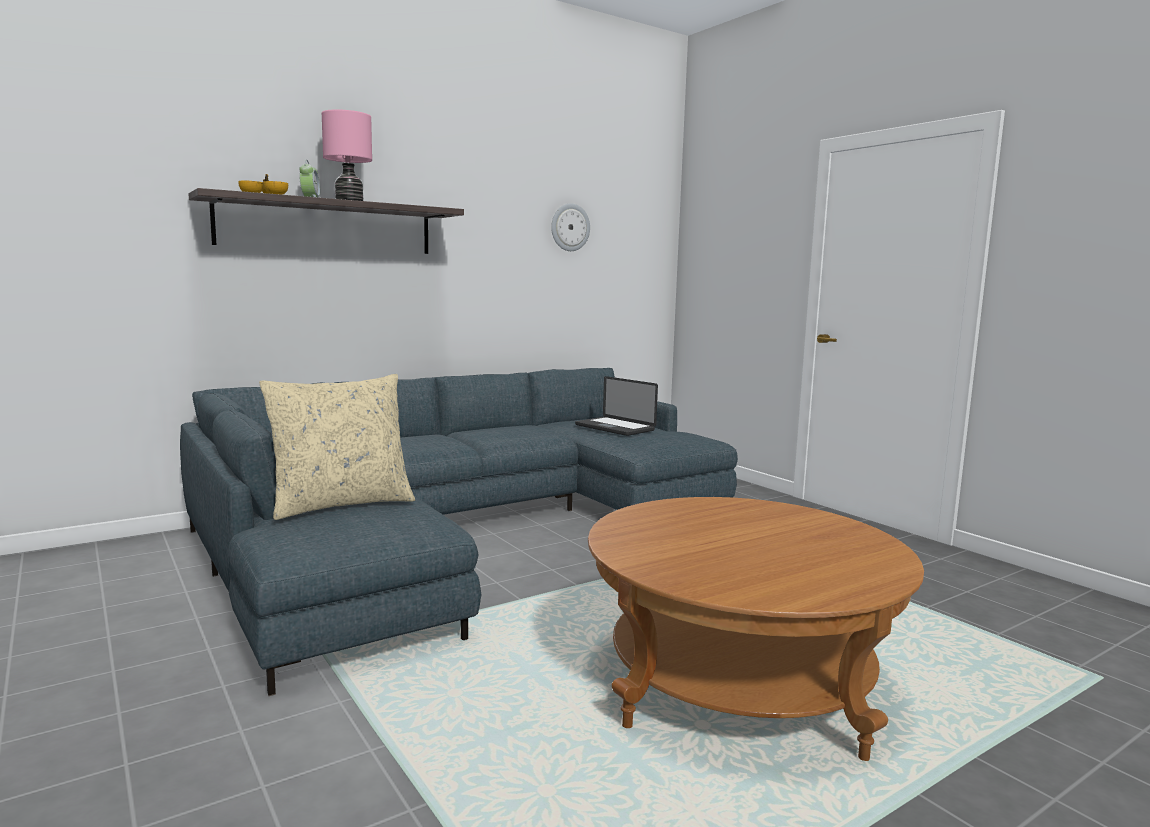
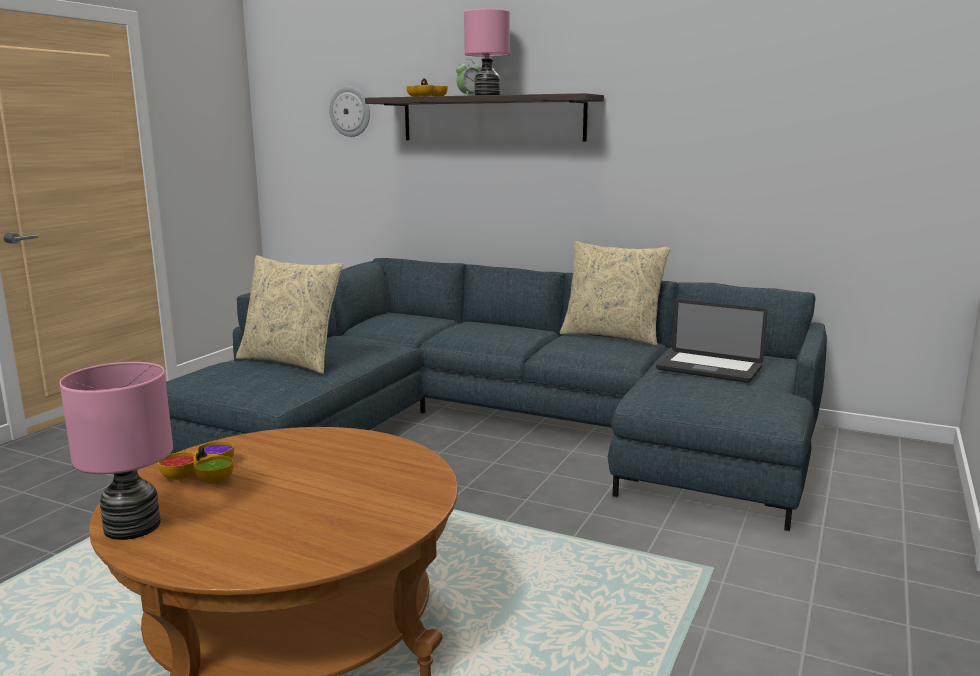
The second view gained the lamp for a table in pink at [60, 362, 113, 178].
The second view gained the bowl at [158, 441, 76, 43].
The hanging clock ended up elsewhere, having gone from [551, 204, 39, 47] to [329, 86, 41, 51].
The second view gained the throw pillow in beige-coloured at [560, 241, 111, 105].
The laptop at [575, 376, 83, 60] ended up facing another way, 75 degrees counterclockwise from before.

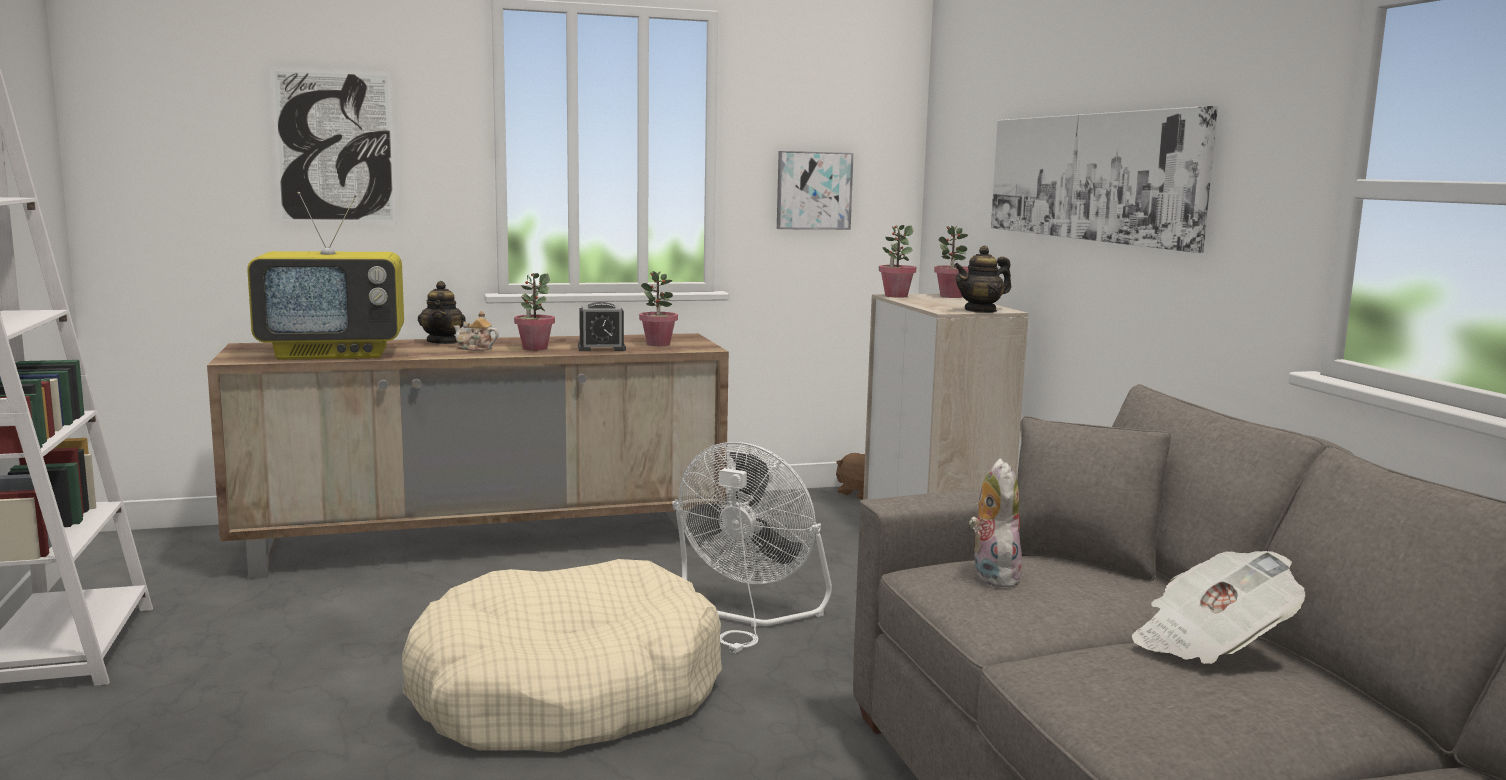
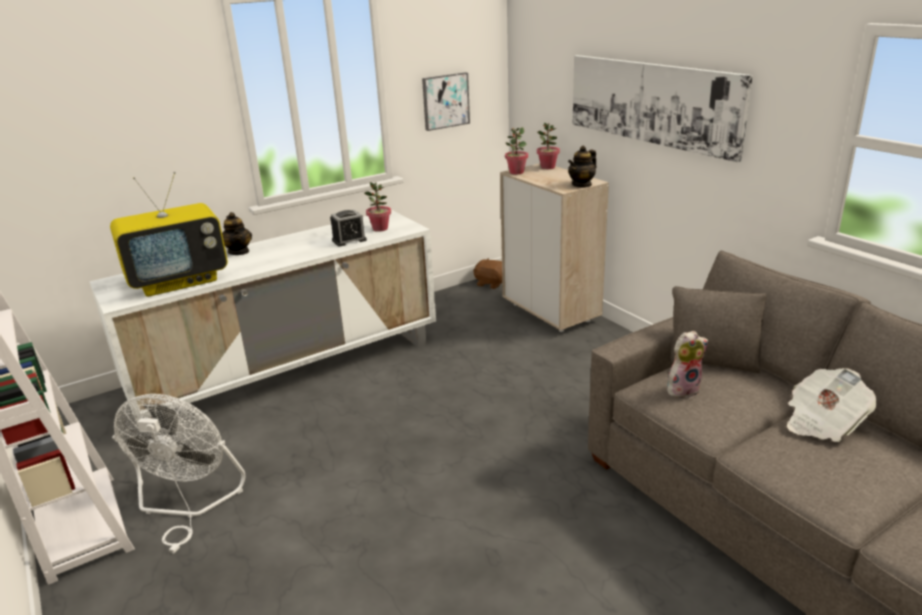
What was the tv stand in brown-coloured at [207, 333, 522, 246] turned into the tv stand in white at [89, 210, 347, 225].
The fan in white ended up elsewhere, having gone from [672, 442, 160, 211] to [112, 394, 133, 160].
The plush toy at [969, 459, 53, 129] ended up facing another way, 90 degrees clockwise from before.
The second view lost the picture at [270, 67, 127, 156].
The second view lost the dog bed in beige-coloured at [402, 559, 320, 193].
The second view lost the pot for tea at [454, 311, 45, 40].
The second view lost the houseplant at [514, 273, 41, 78].

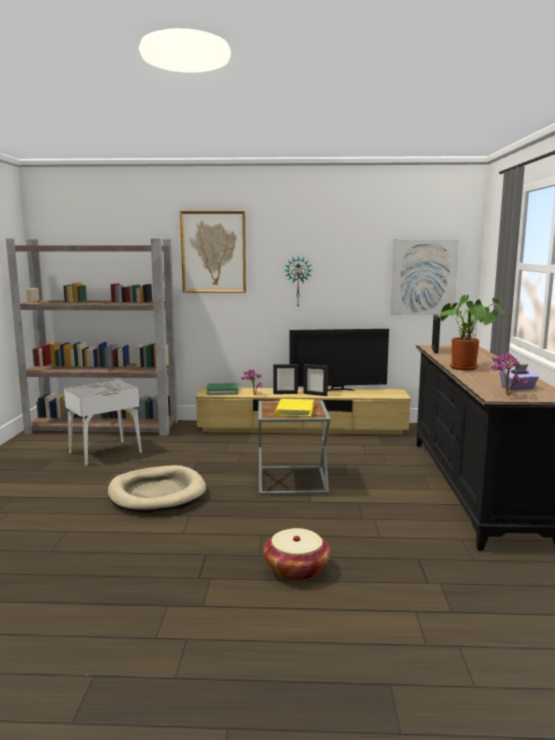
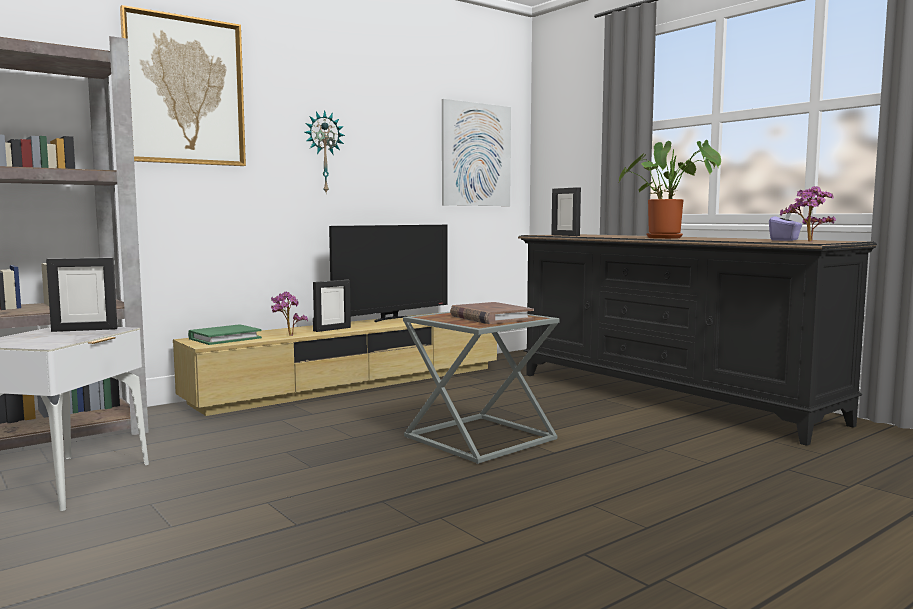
The picture frame ended up elsewhere, having gone from [303, 364, 25, 32] to [46, 257, 71, 75].
What was the bound book in yellowish at [275, 399, 39, 18] turned into the bound book in brown-coloured at [450, 302, 84, 22].
The second view lost the dog bed in beige-coloured at [108, 465, 98, 48].
The second view lost the basket at [264, 528, 66, 53].

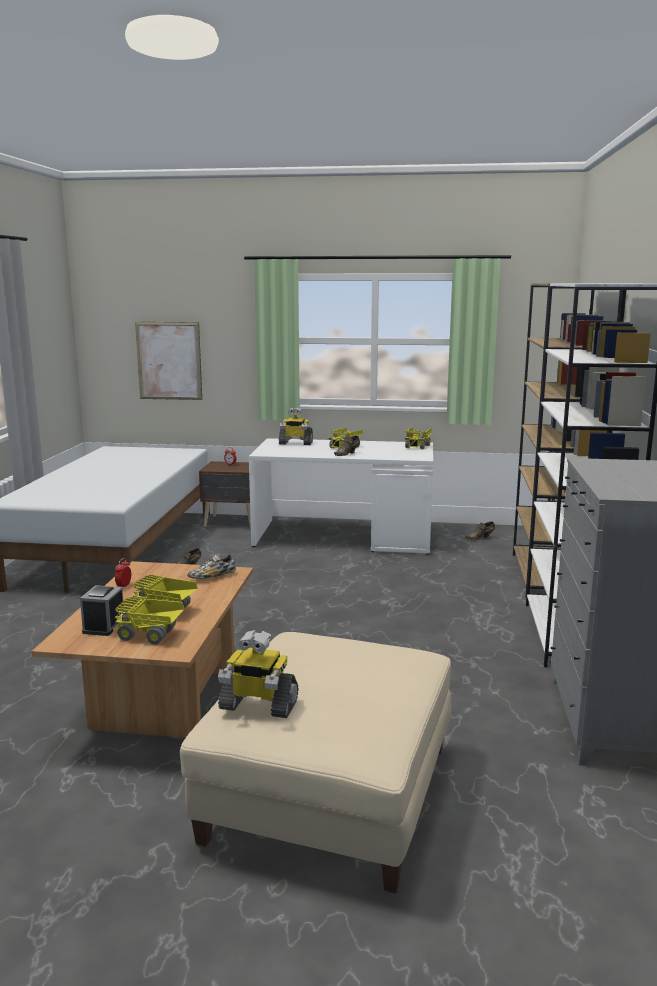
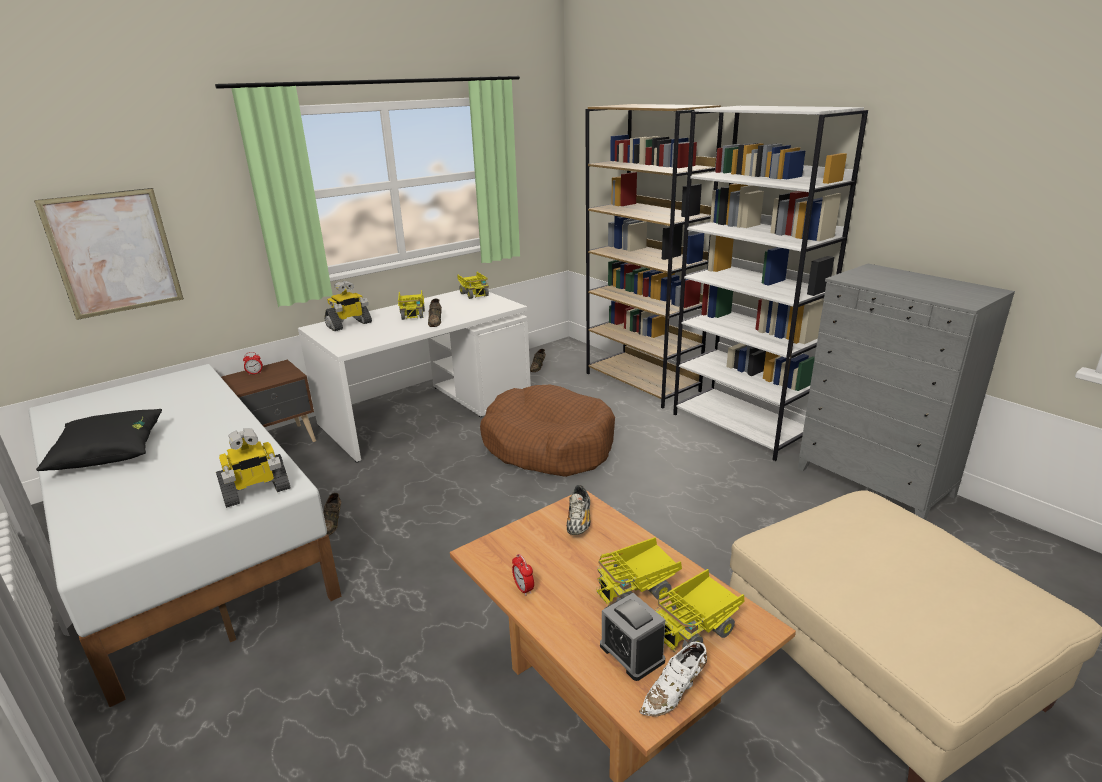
The second view gained the throw pillow in blackish at [36, 409, 126, 62].
The toy robot ended up elsewhere, having gone from [218, 630, 80, 88] to [216, 428, 74, 80].
The second view gained the dog bed in brown-coloured at [480, 385, 135, 92].
The second view gained the item of footwear in white at [639, 641, 68, 76].

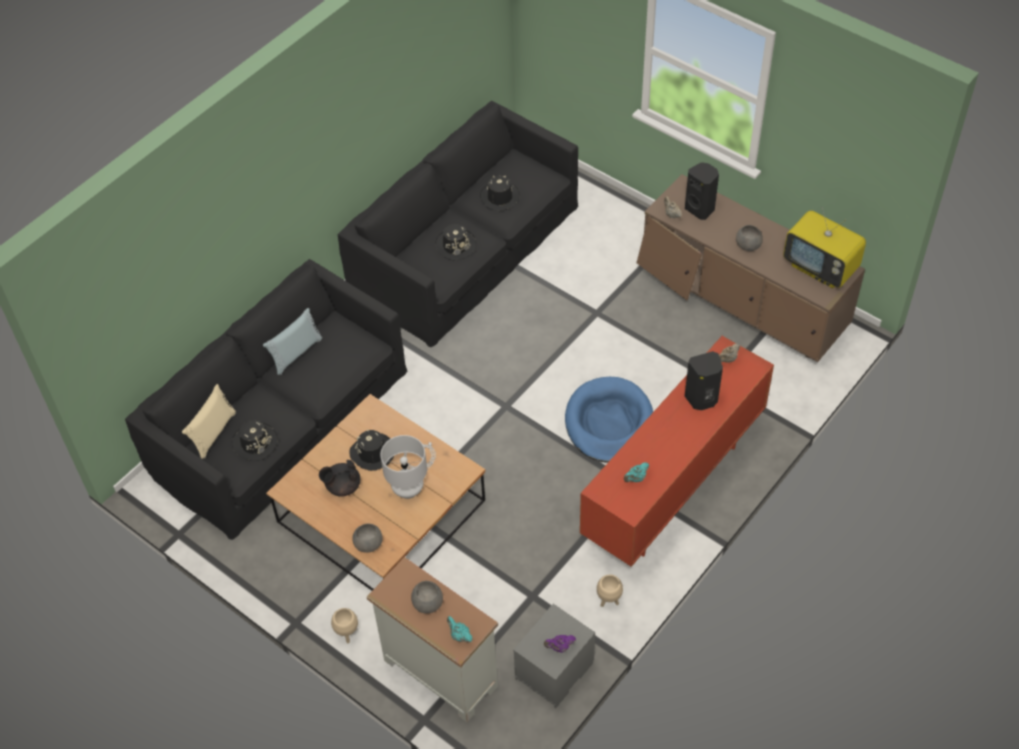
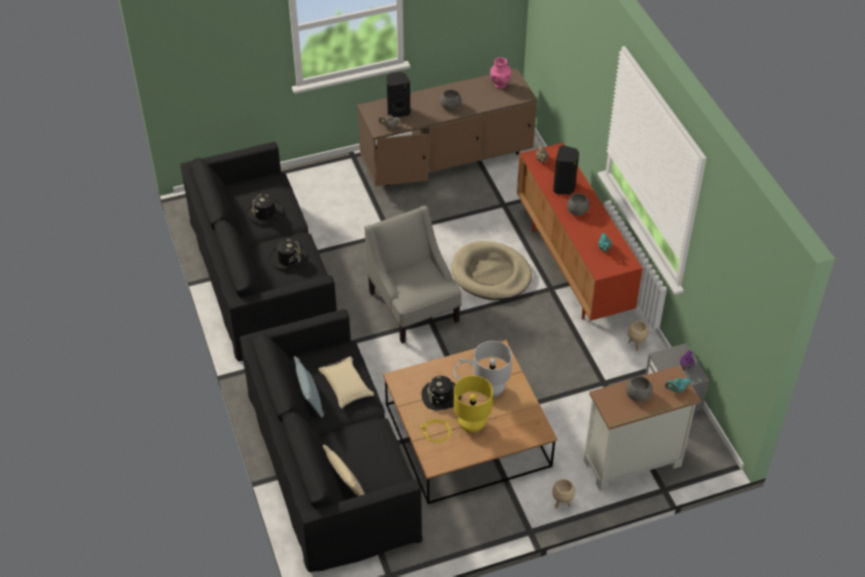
The second view gained the throw pillow in beige-coloured at [318, 356, 56, 52].
The second view gained the armchair in greyish at [365, 206, 97, 137].
Where the pot for tea in blackish stood at [319, 460, 41, 36], the lamp for a table in yellowish came to stand at [420, 376, 73, 67].
What was the dog bed in blue at [565, 377, 88, 86] turned into the dog bed in beige-coloured at [451, 241, 81, 59].
Where the television stood at [783, 207, 83, 81], the decorative vase in pink came to stand at [490, 57, 21, 32].
The bowl in greyish ended up elsewhere, having gone from [352, 524, 31, 29] to [567, 193, 23, 23].
The second view lost the clothing hat in blackish at [232, 420, 46, 41].

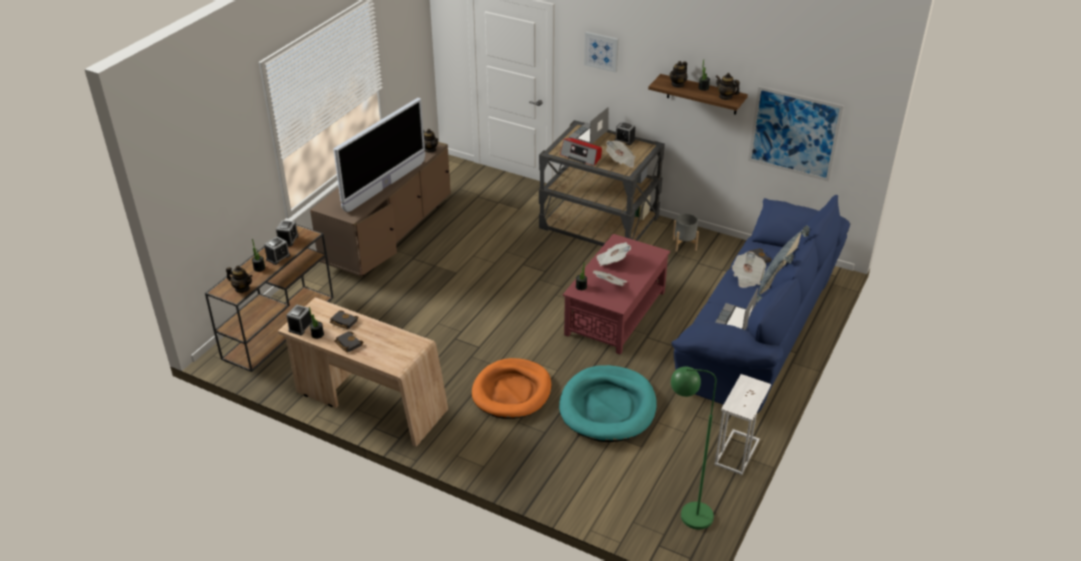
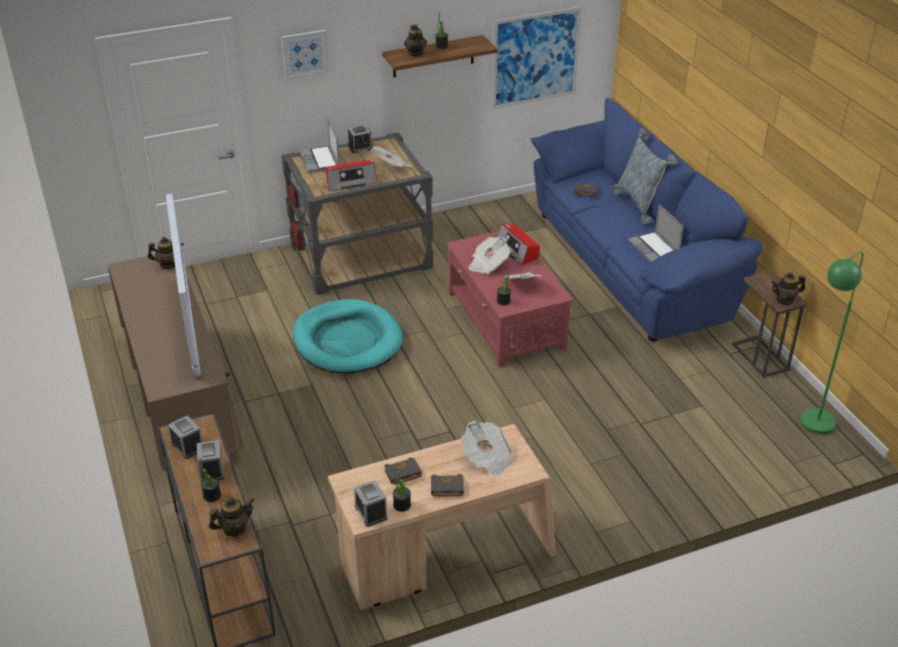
The dog bed in blue-green ended up elsewhere, having gone from [559, 365, 98, 77] to [293, 299, 110, 75].
The daily paper ended up elsewhere, having gone from [732, 252, 34, 36] to [461, 421, 53, 56].
The second view gained the radio set at [496, 223, 44, 43].
What was the side table in white at [714, 374, 57, 101] turned into the side table in brown-coloured at [732, 271, 75, 107].
The pot for tea ended up elsewhere, having gone from [716, 73, 24, 27] to [771, 272, 35, 33].
The second view lost the dog bed in orange at [472, 358, 79, 61].
The second view lost the planter in greyish at [672, 213, 27, 39].

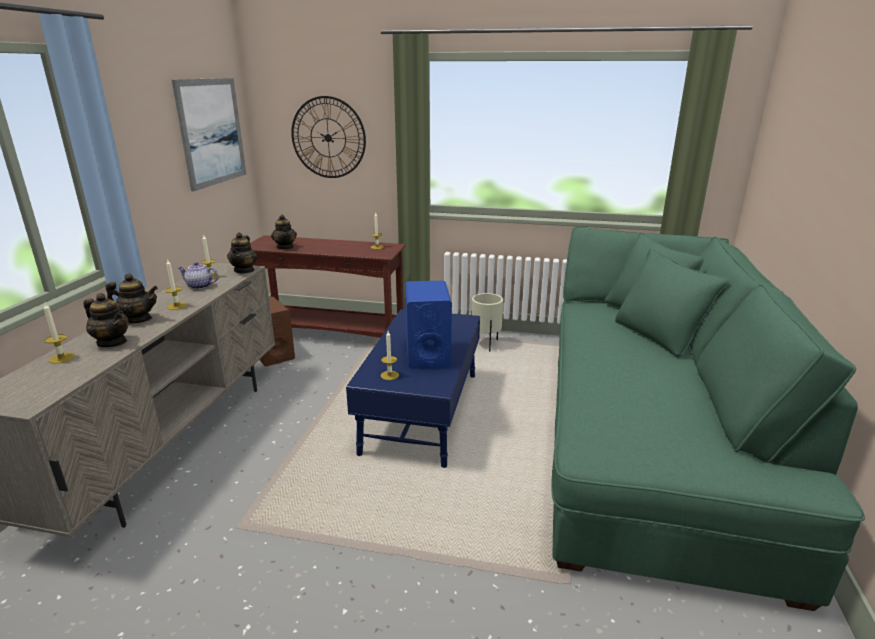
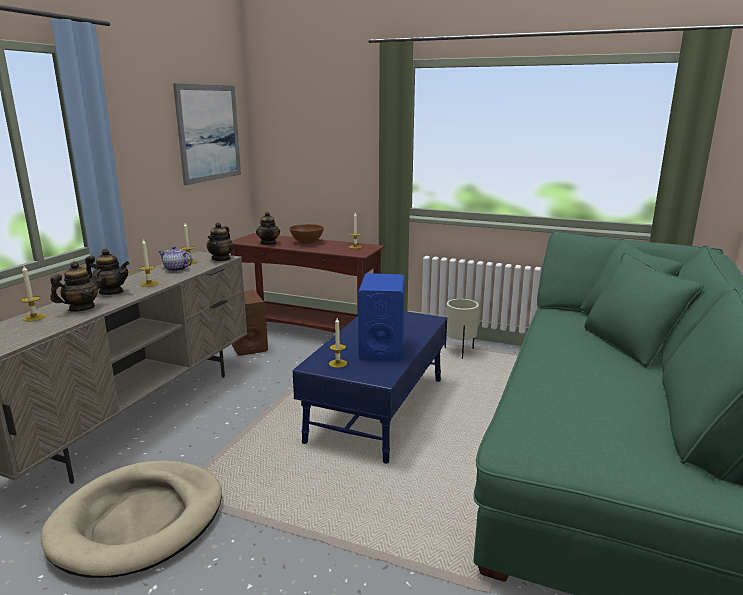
The second view gained the dog bed in beige-coloured at [41, 460, 181, 118].
The pot for tea at [83, 293, 46, 54] ended up facing another way, 90 degrees counterclockwise from before.
The second view gained the bowl in brown-coloured at [289, 224, 35, 20].
The second view lost the hanging clock at [291, 96, 75, 82].

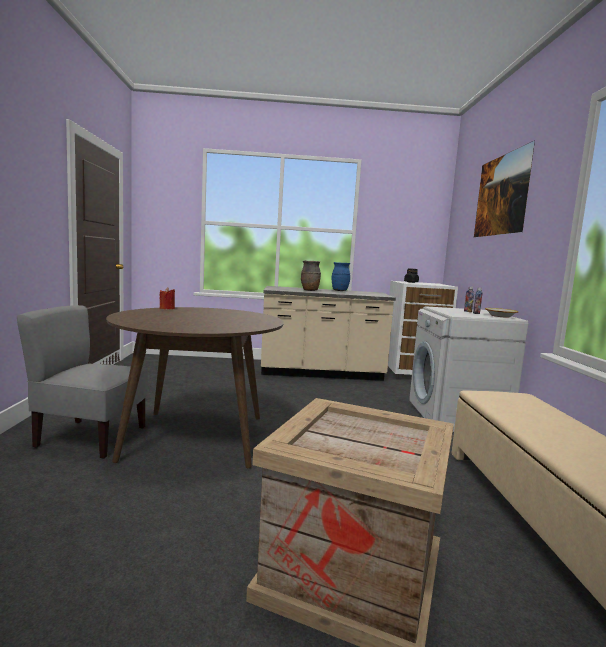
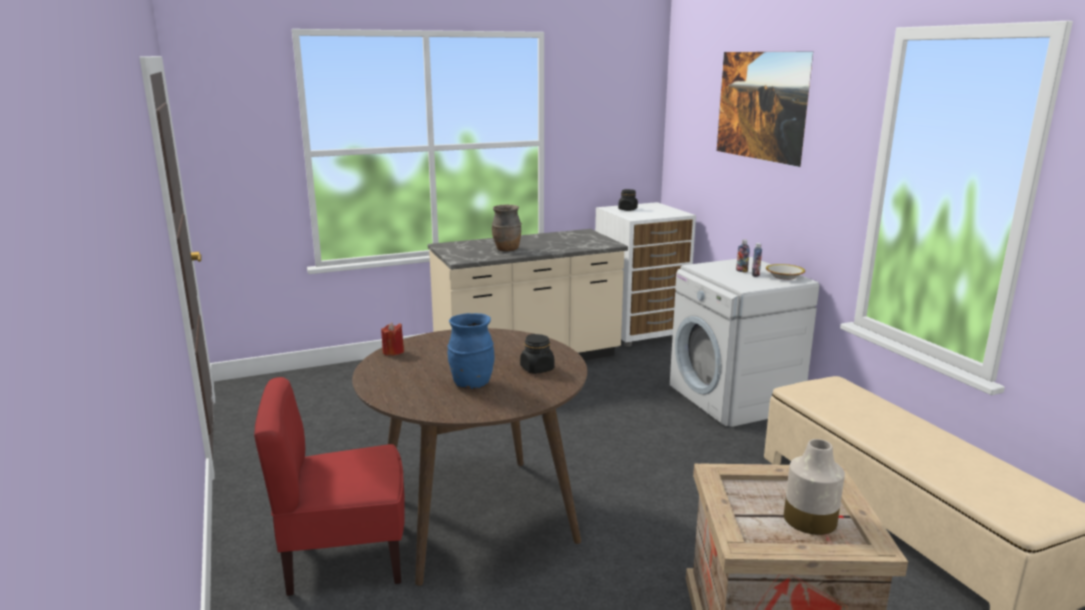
What was the plain chair in greyish at [17, 305, 131, 154] turned into the plain chair in red-coloured at [254, 377, 151, 219].
The decorative vase in blue ended up elsewhere, having gone from [331, 262, 19, 29] to [448, 313, 46, 76].
The second view gained the jar in blackish at [520, 334, 34, 40].
The second view gained the decorative vase in beige-coloured at [784, 439, 61, 96].

